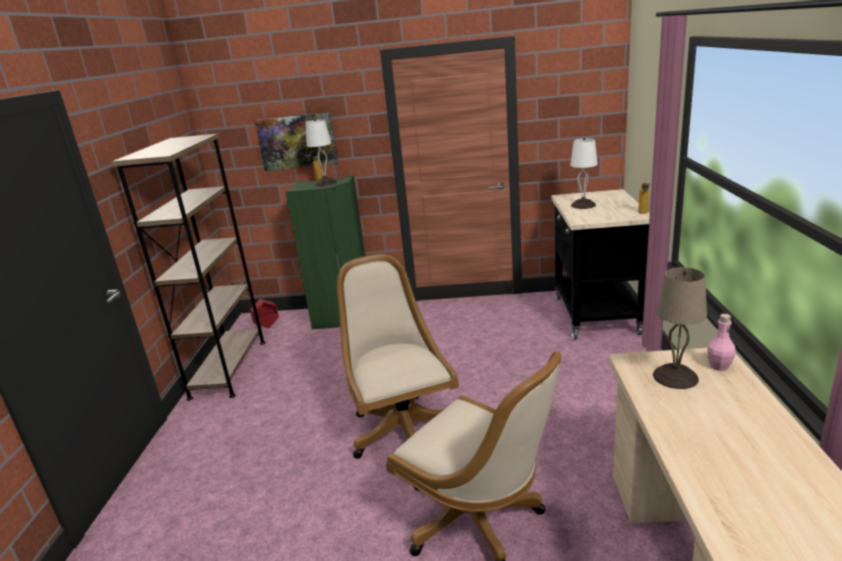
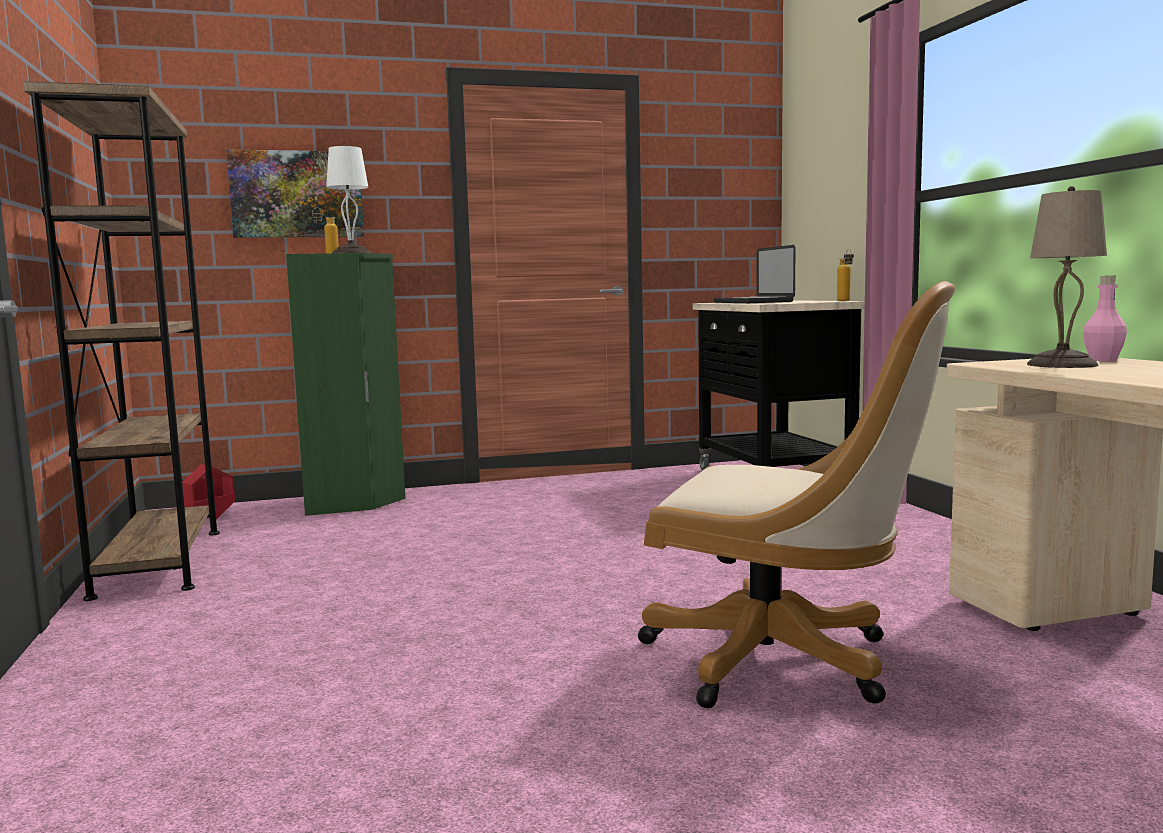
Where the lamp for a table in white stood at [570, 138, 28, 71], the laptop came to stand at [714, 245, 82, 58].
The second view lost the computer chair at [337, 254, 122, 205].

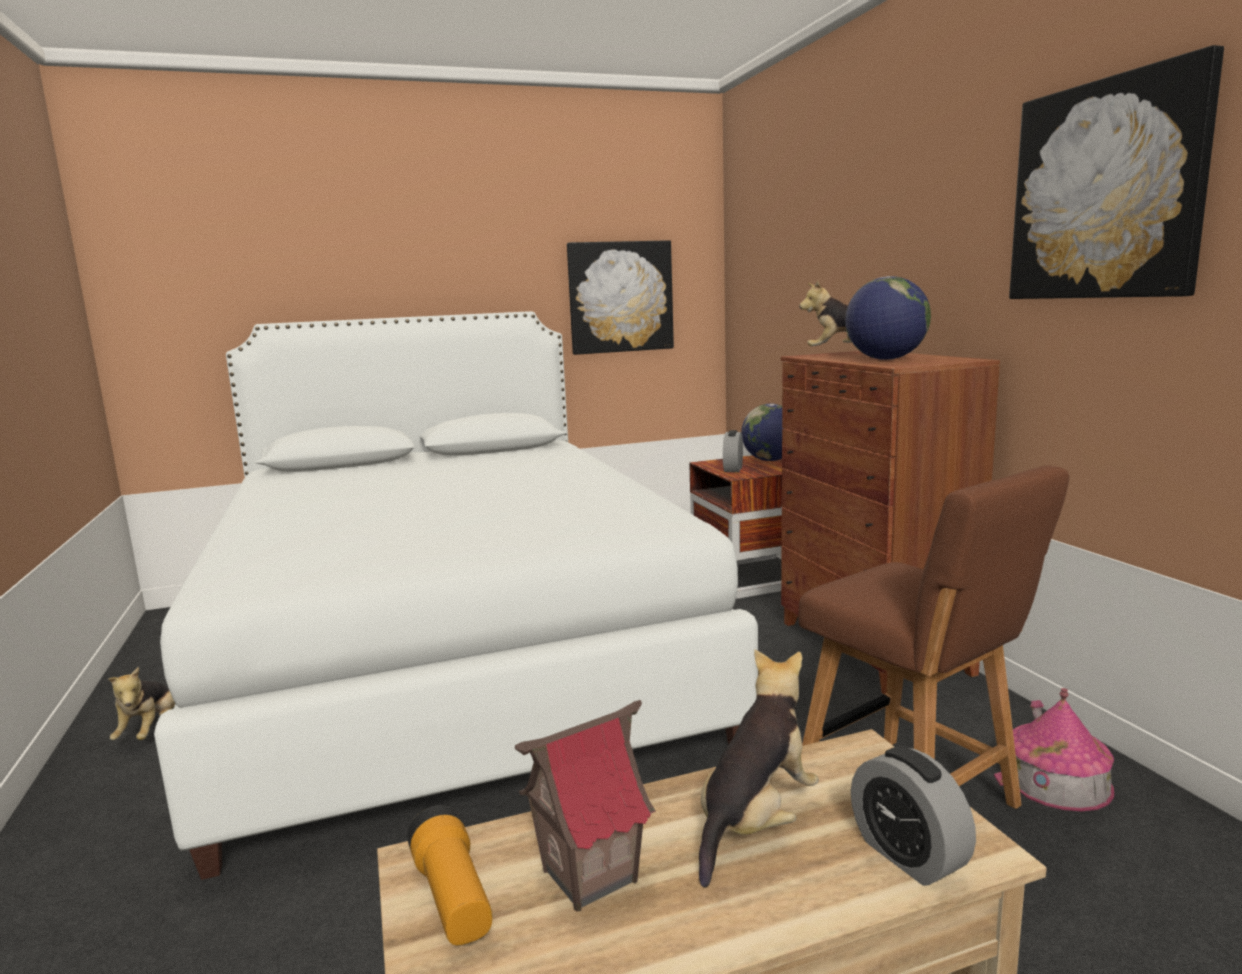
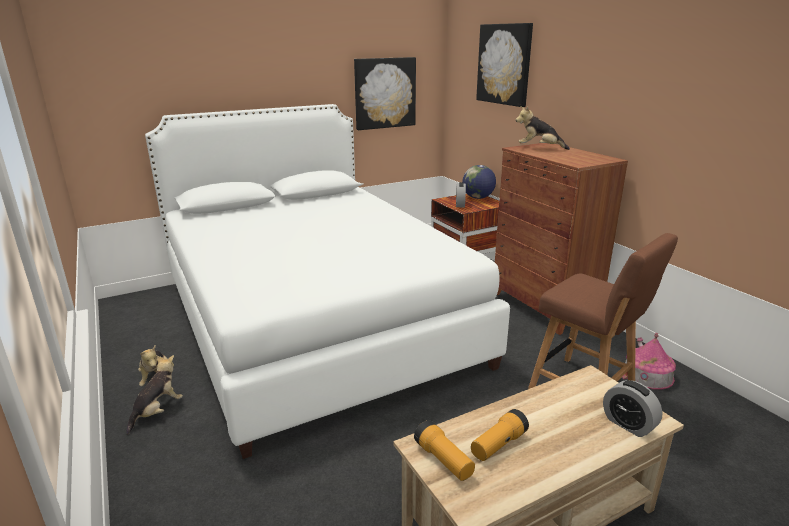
The plush toy ended up elsewhere, having gone from [699, 650, 120, 237] to [126, 355, 57, 80].
Where the miniature house stood at [515, 700, 141, 212], the hand torch came to stand at [471, 409, 58, 52].
The picture ended up elsewhere, having gone from [1009, 45, 215, 254] to [476, 23, 57, 84].
The second view lost the globe at [845, 276, 86, 84].

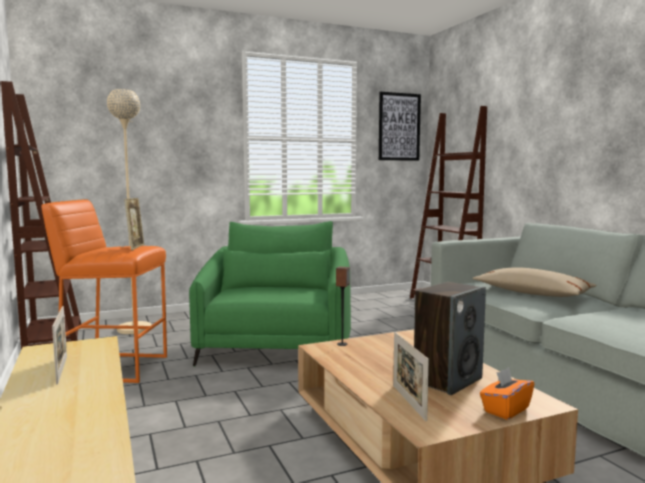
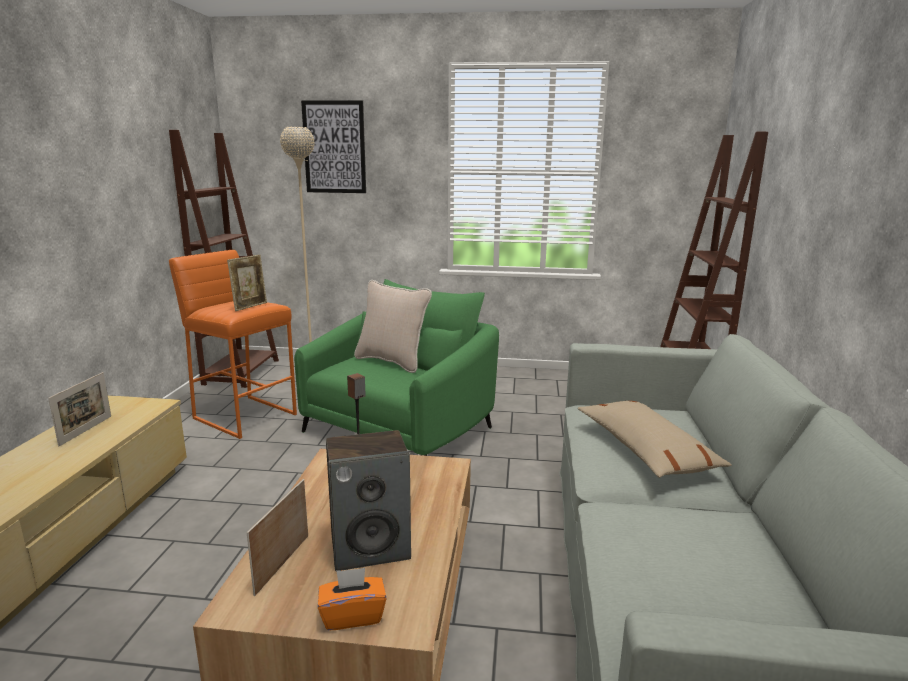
The picture ended up elsewhere, having gone from [379, 92, 42, 69] to [301, 100, 65, 93].
The second view gained the throw pillow in beige-coloured at [354, 280, 78, 93].

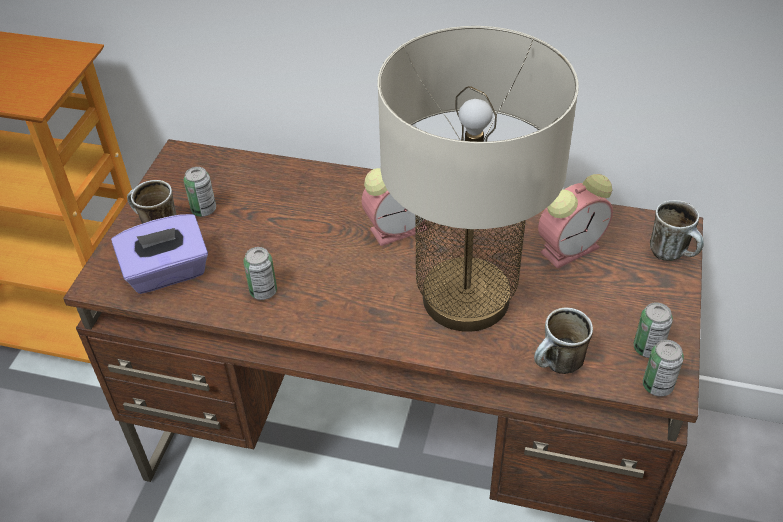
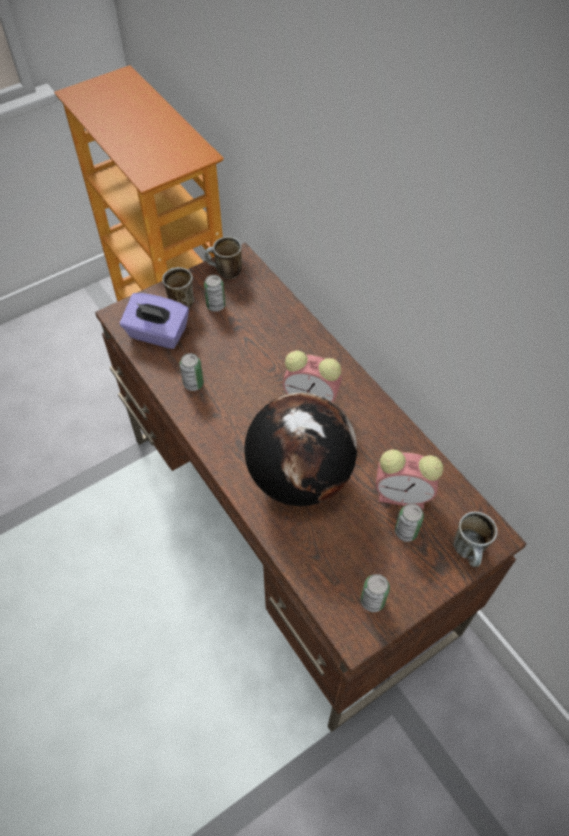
The tea mug ended up elsewhere, having gone from [534, 308, 59, 66] to [204, 237, 38, 42].
Where the lamp for a table stood at [377, 26, 202, 306], the globe came to stand at [244, 393, 113, 113].
The metal can ended up elsewhere, having gone from [643, 340, 41, 57] to [395, 503, 29, 39].

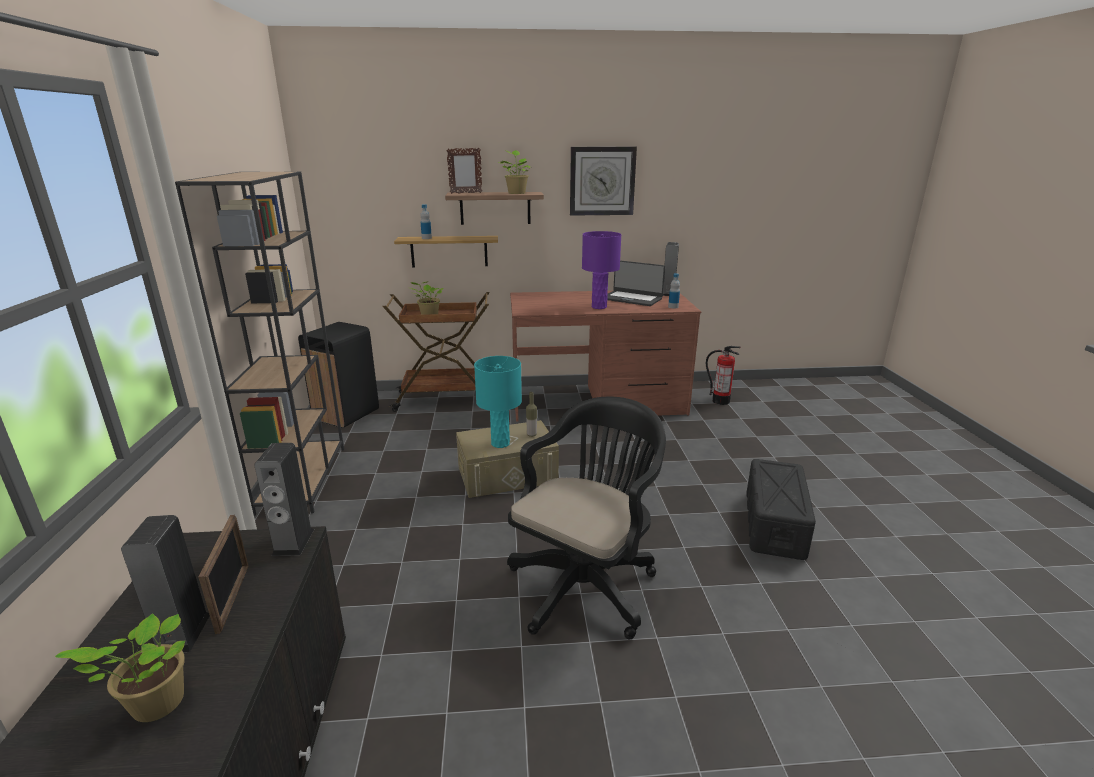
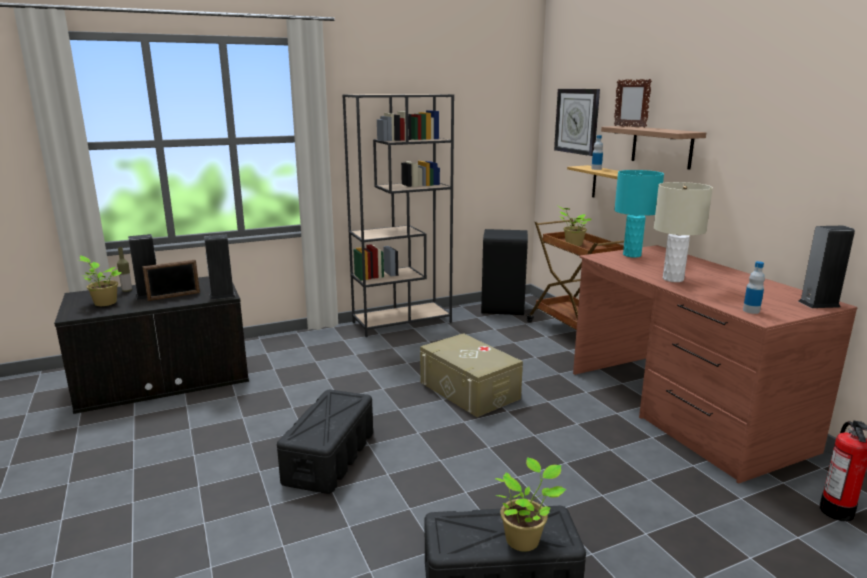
The beverage bottle ended up elsewhere, having gone from [526, 392, 11, 45] to [117, 247, 15, 45].
Where the computer chair in blackish stood at [507, 396, 159, 244], the storage box in blackish came to stand at [277, 390, 96, 104].
The houseplant ended up elsewhere, having gone from [499, 150, 33, 44] to [495, 458, 71, 94].
The hanging clock ended up elsewhere, having gone from [570, 147, 67, 69] to [554, 89, 46, 67].
The lamp for a table in blue-green ended up elsewhere, having gone from [474, 356, 48, 92] to [614, 170, 50, 88].
What was the lamp for a table in purple at [582, 231, 40, 78] turned into the lamp for a table in beige-coloured at [654, 182, 59, 100].
The second view lost the laptop at [607, 260, 58, 46].

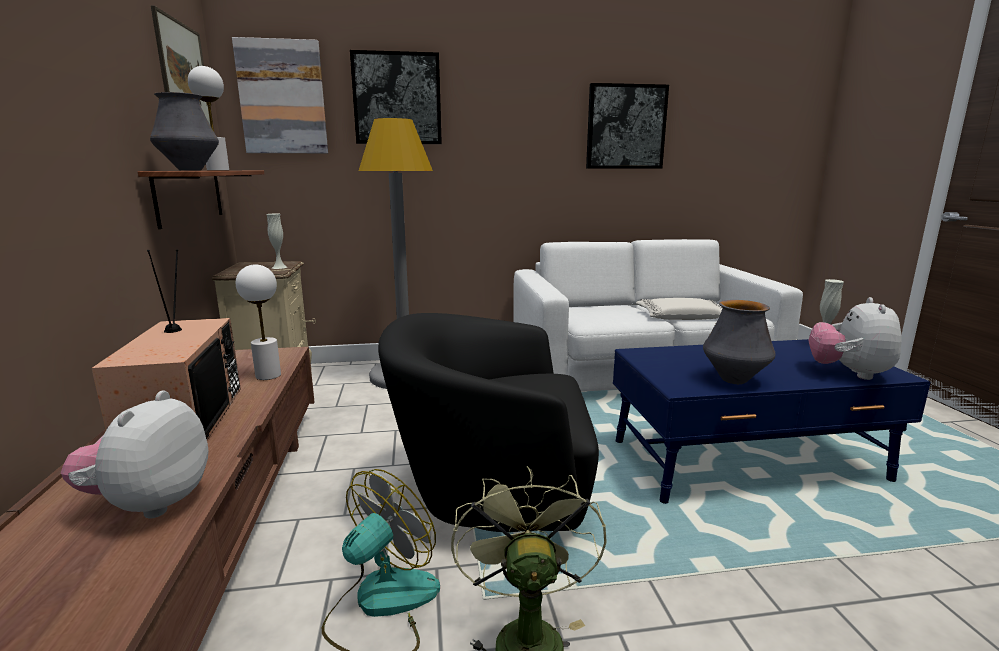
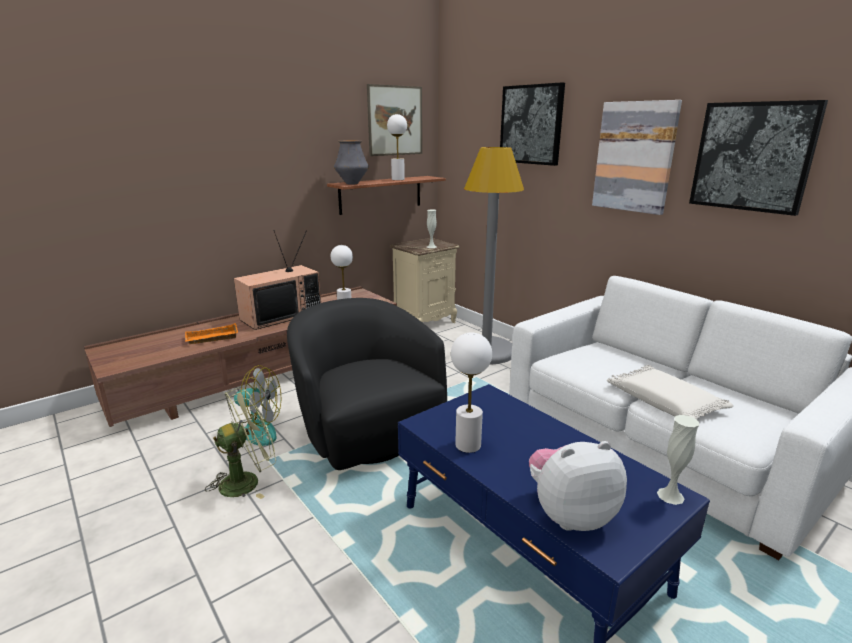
Where the plush toy stood at [61, 391, 148, 127], the serving tray in orange came to stand at [185, 323, 53, 21].
Where the decorative vase stood at [703, 300, 73, 84], the lamp for a table in white came to stand at [451, 332, 41, 121].
The picture ended up elsewhere, having gone from [232, 37, 96, 116] to [592, 100, 90, 115].

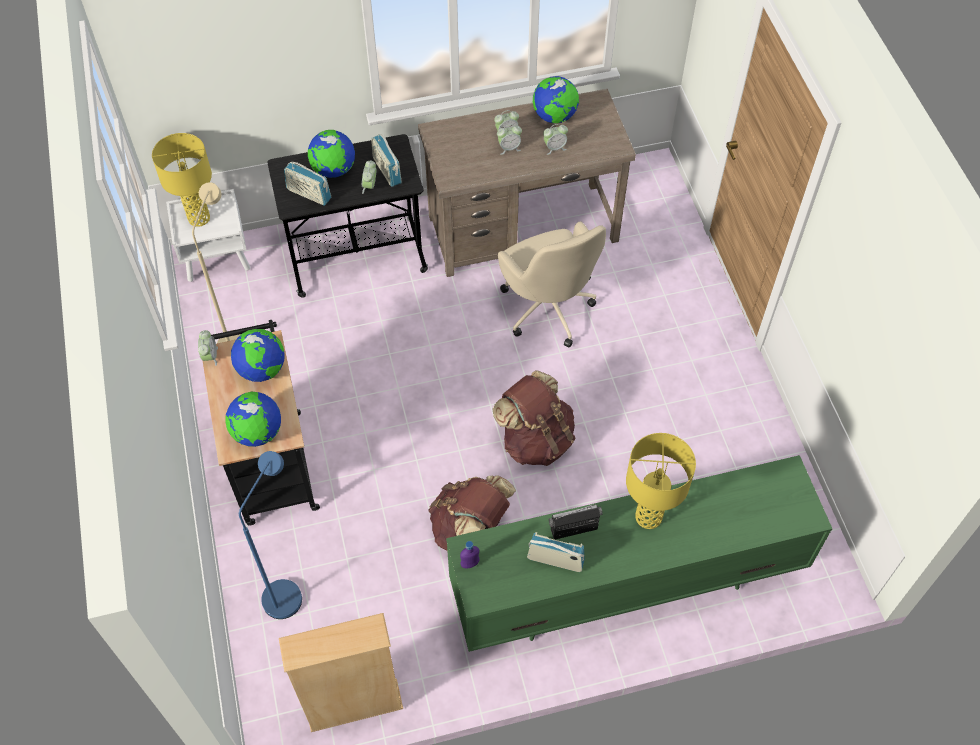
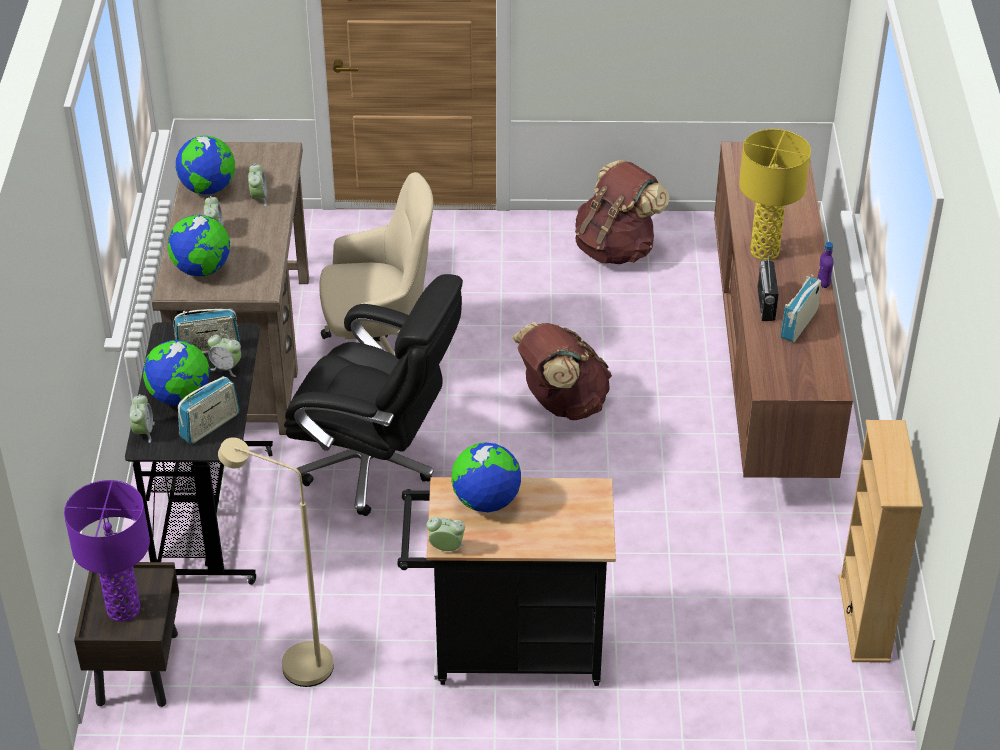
What was the lamp for a table in yellowish at [152, 133, 60, 94] turned into the lamp for a table in purple at [64, 480, 86, 142].
What was the nightstand in white at [166, 189, 84, 93] turned into the nightstand in brown-coloured at [74, 562, 105, 145].
The table clock ended up elsewhere, having gone from [497, 124, 25, 31] to [130, 394, 25, 49].
The globe ended up elsewhere, having gone from [225, 392, 56, 55] to [168, 215, 62, 61].
The second view gained the computer chair in blackish at [284, 274, 179, 242].
The rucksack in brown-coloured ended up elsewhere, having gone from [428, 475, 88, 76] to [575, 160, 94, 104].
What was the cupboard in green-coloured at [446, 455, 386, 197] turned into the cupboard in brown-coloured at [714, 142, 139, 336].
The beverage bottle in purple ended up elsewhere, having gone from [460, 541, 19, 28] to [818, 242, 15, 46].
The second view lost the standard lamp in blue at [239, 451, 63, 168].

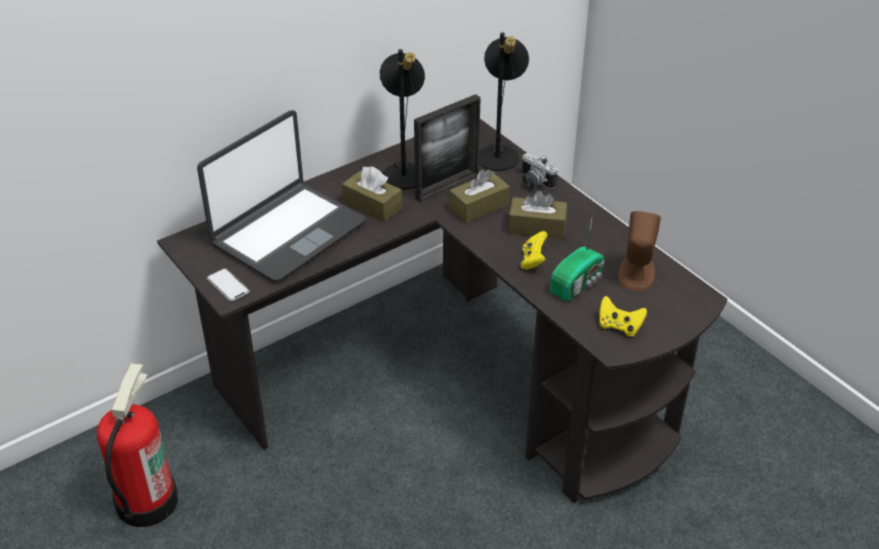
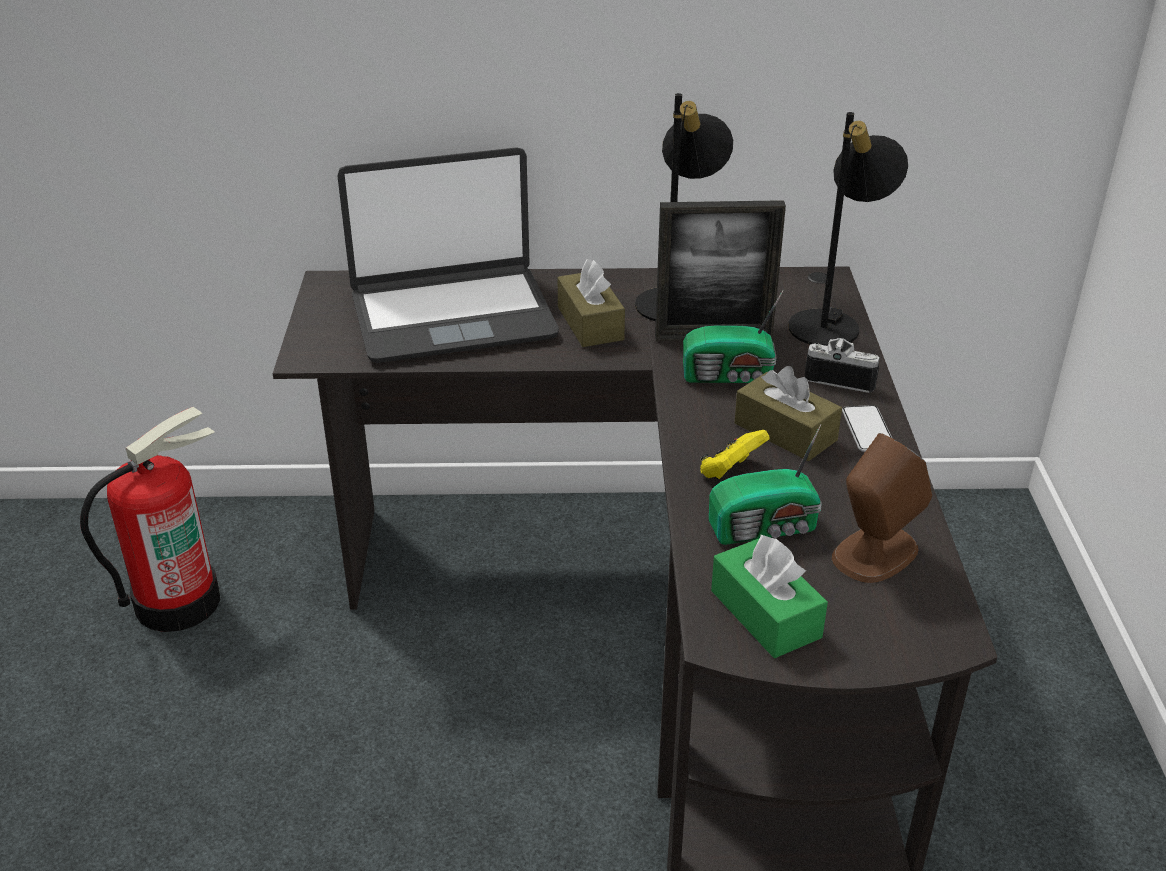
Where the box of tissues in brown-coloured stood at [449, 169, 61, 54], the radio set came to stand at [683, 290, 101, 93].
Where the game controller in yellowish stood at [599, 296, 48, 40], the box of tissues in green-coloured came to stand at [711, 534, 117, 124].
The photo camera at [522, 153, 35, 36] ended up facing another way, 120 degrees clockwise from before.
The handset ended up elsewhere, having gone from [207, 268, 43, 33] to [842, 405, 51, 47].

